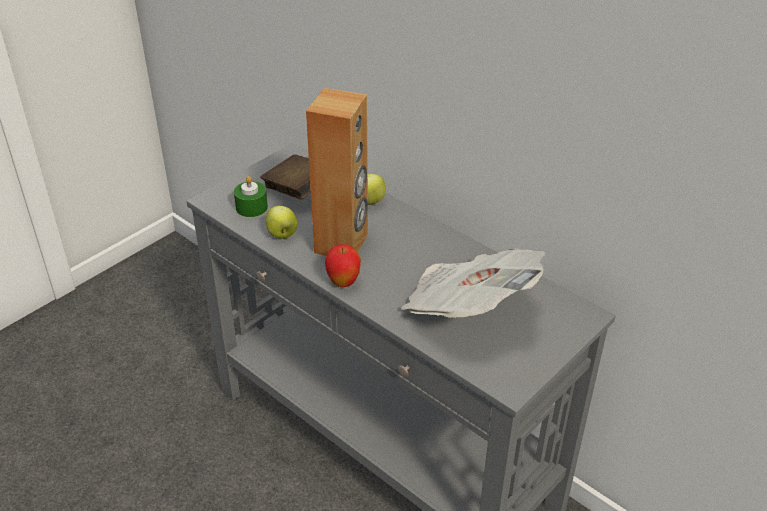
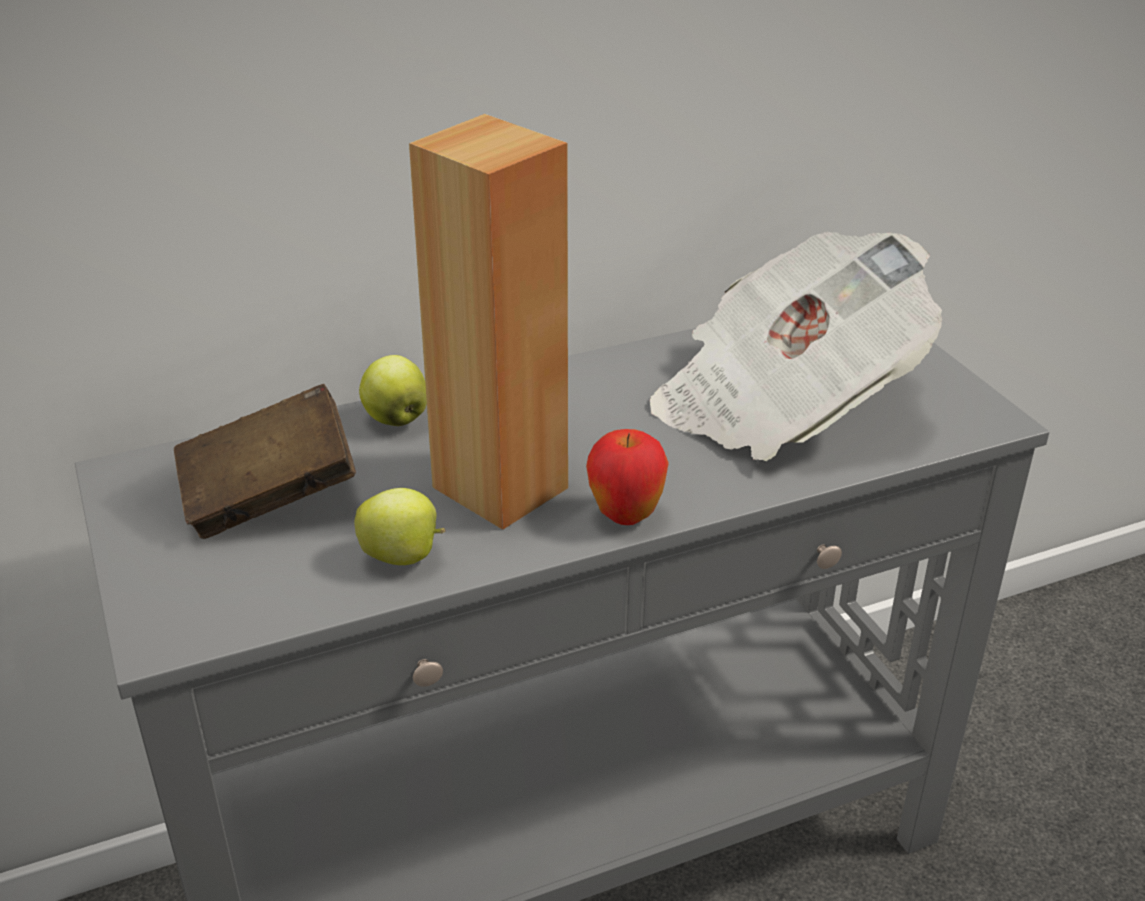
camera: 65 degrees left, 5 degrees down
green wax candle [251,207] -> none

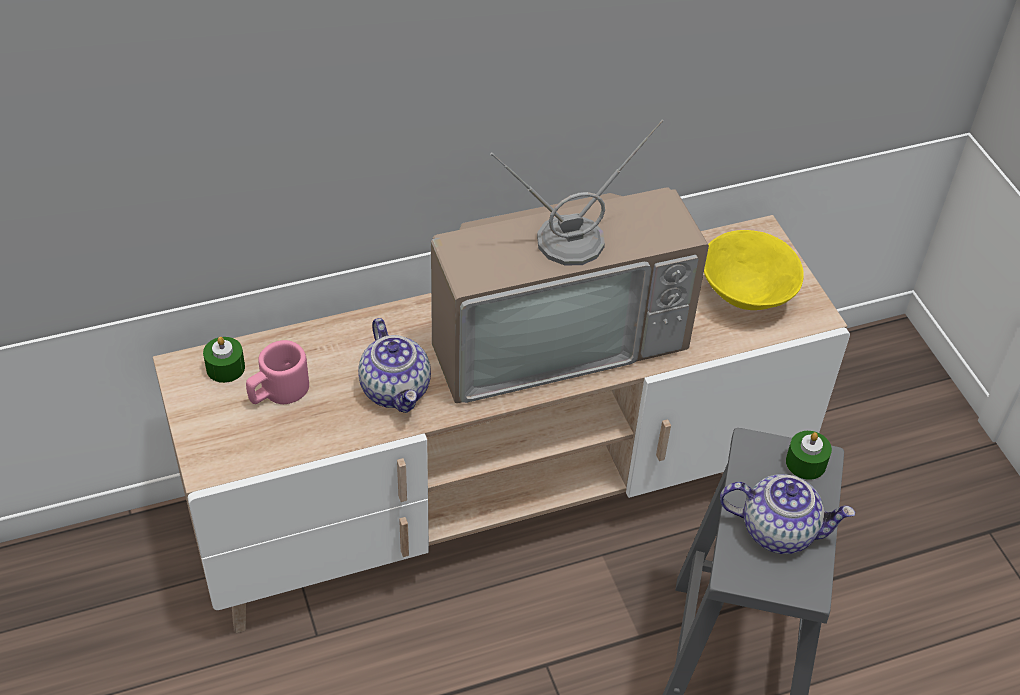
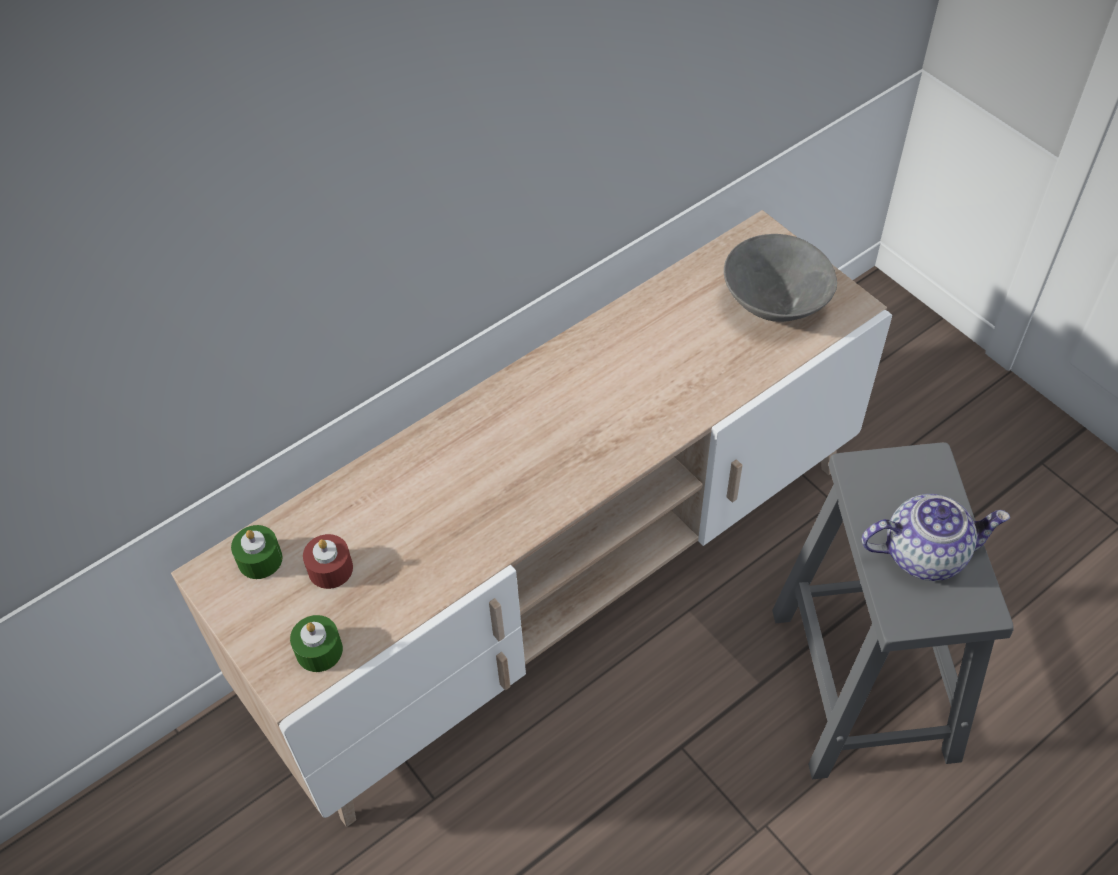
camera: 15 degrees left, 5 degrees up
TV [556,334] -> none
yellow-coloured bowl [746,296] -> greyish bowl [775,306]
teapot [396,389] -> none
pinkish coffee mug [278,392] -> red wax candle [330,569]
green wax candle [806,463] -> green wax candle [319,650], relocated

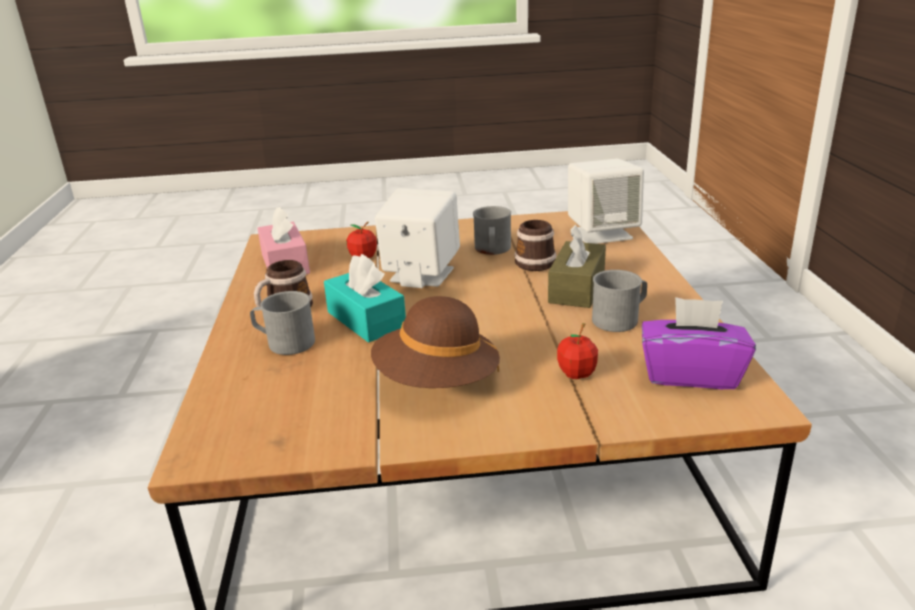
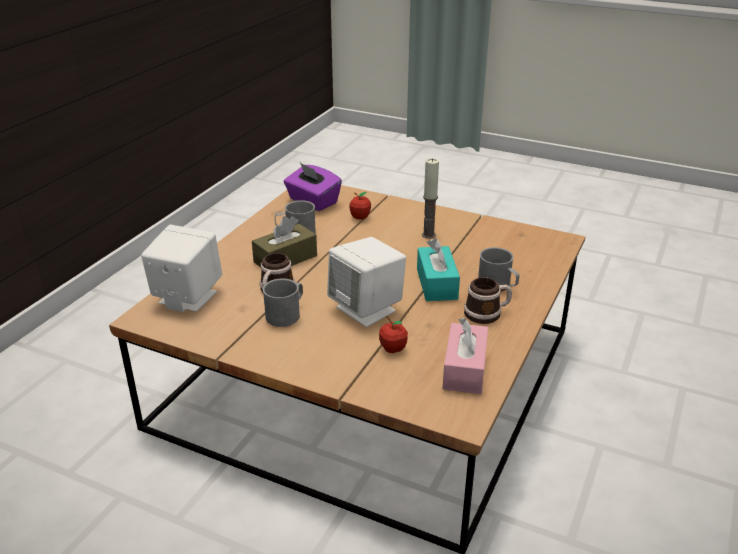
camera: 150 degrees left, 5 degrees up
brownish hat [437,382] -> wax candle [428,235]

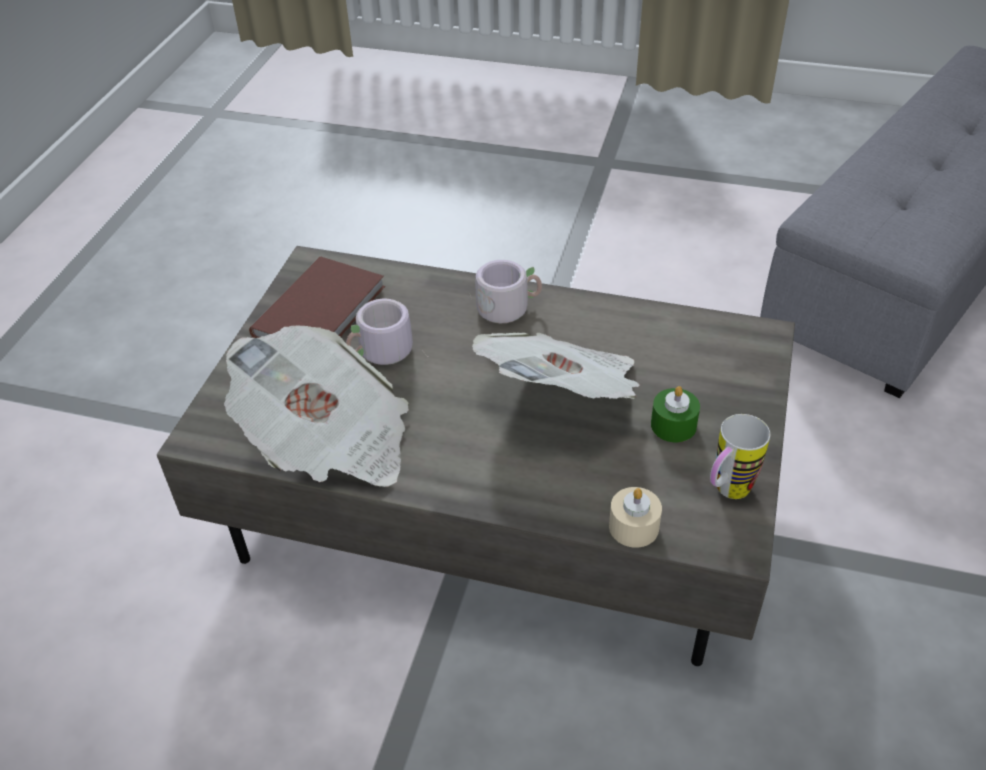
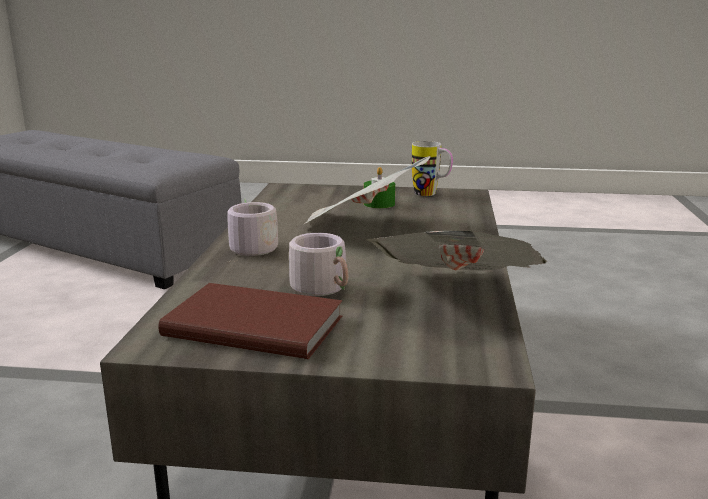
camera: 100 degrees left, 25 degrees down
beige wax candle [633,527] -> none

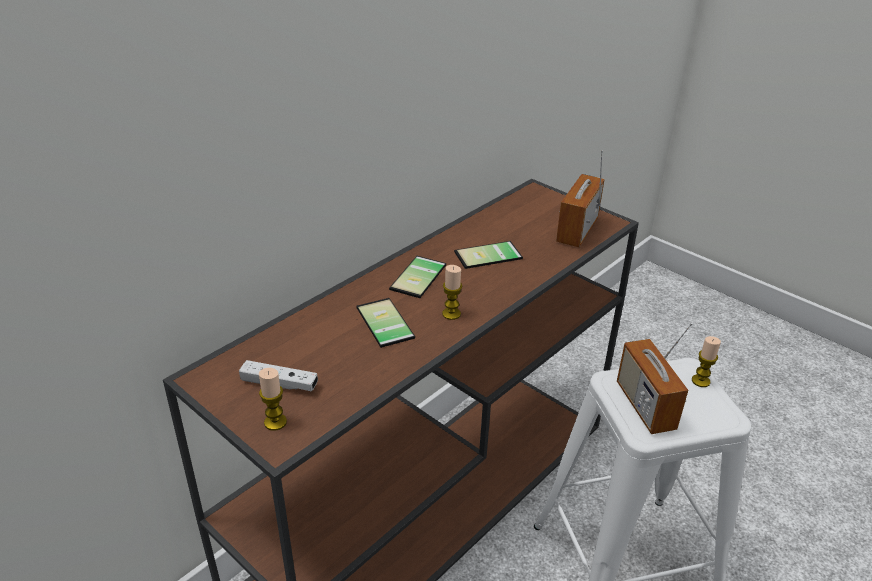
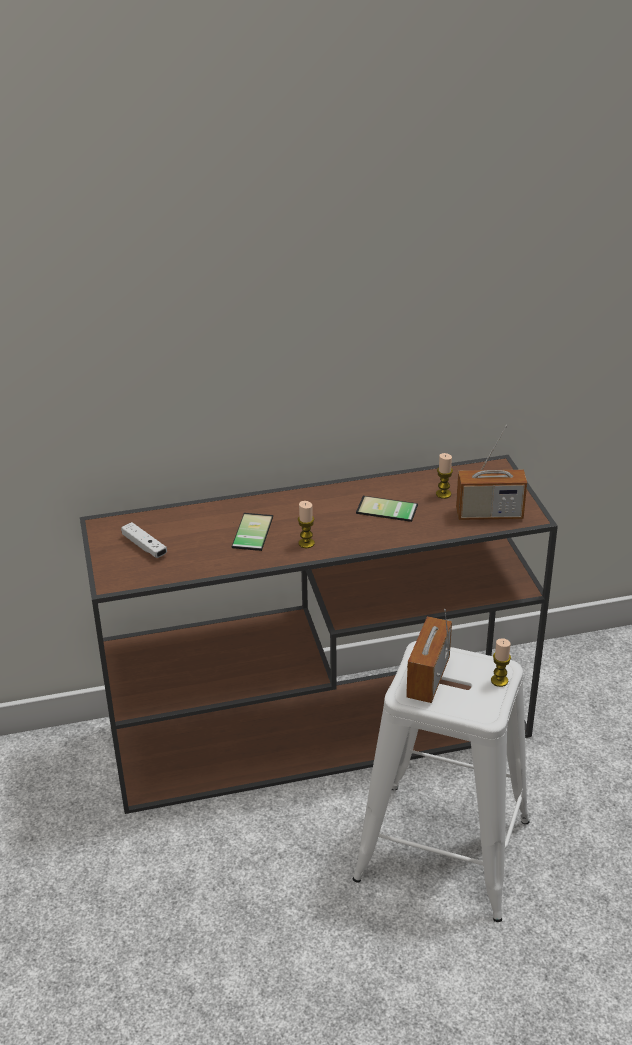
camera: 35 degrees right, 0 degrees up
radio set [577,230] -> radio set [489,514], 150 degrees counterclockwise
telephone [421,278] -> none
wax candle [275,422] -> wax candle [443,494], relocated

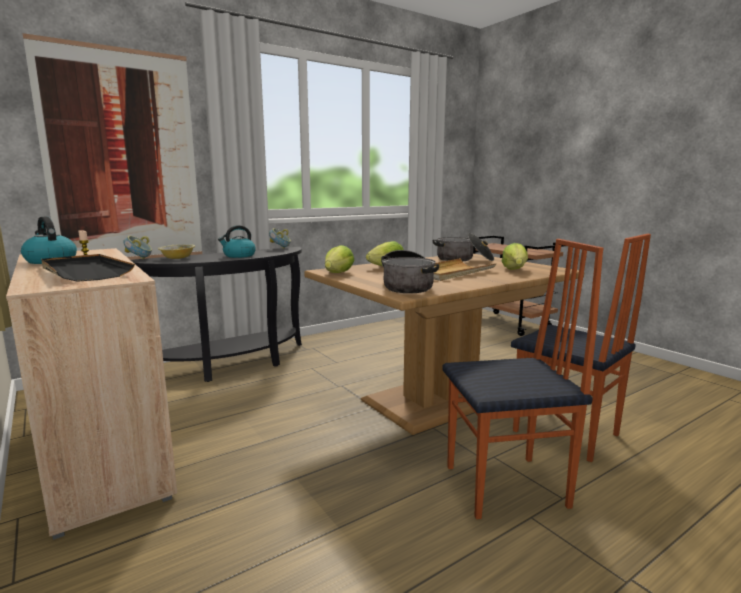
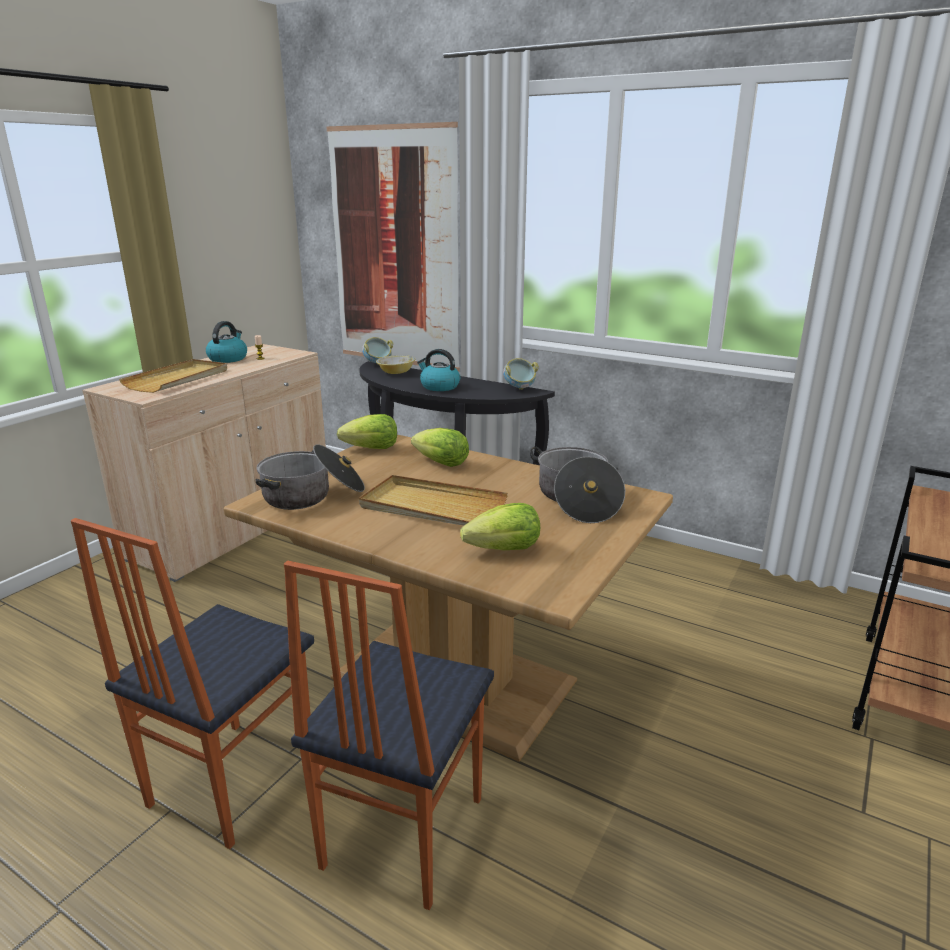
camera: 65 degrees right, 10 degrees up
upright chair [507,487] -> upright chair [230,781], 60 degrees clockwise
black tray [84,271] -> beige tray [178,379]

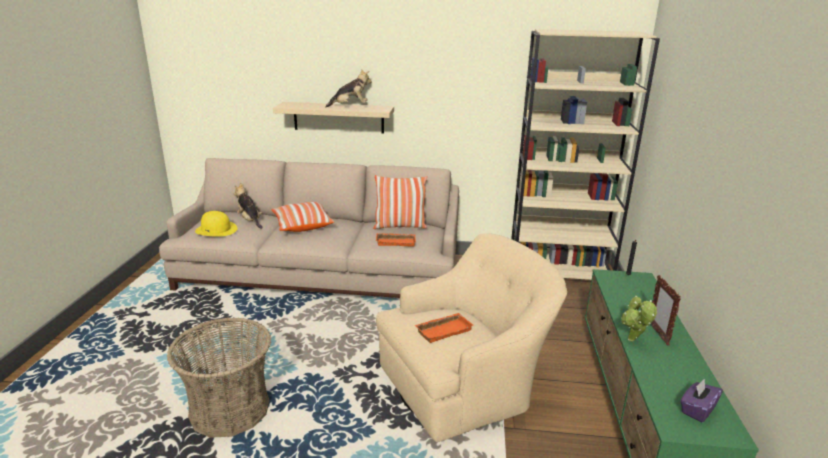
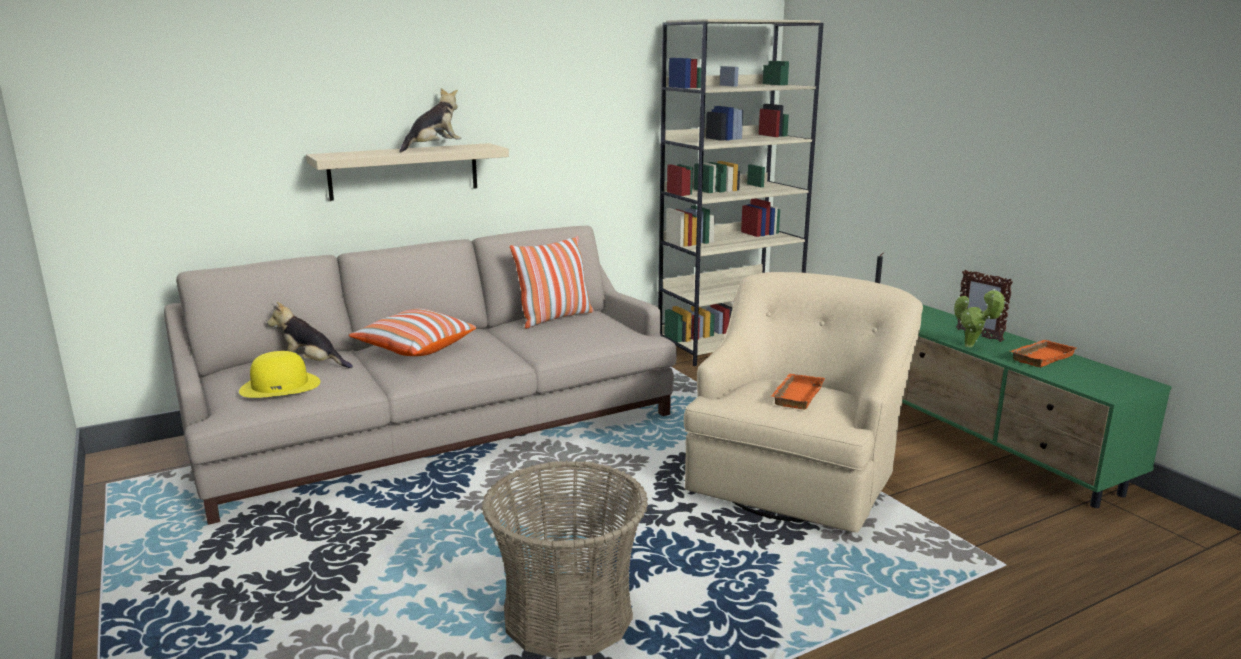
camera: 35 degrees left, 5 degrees down
orangey tray [396,242] -> orangey tray [1040,357], relocated
purple tissue box [697,410] -> none

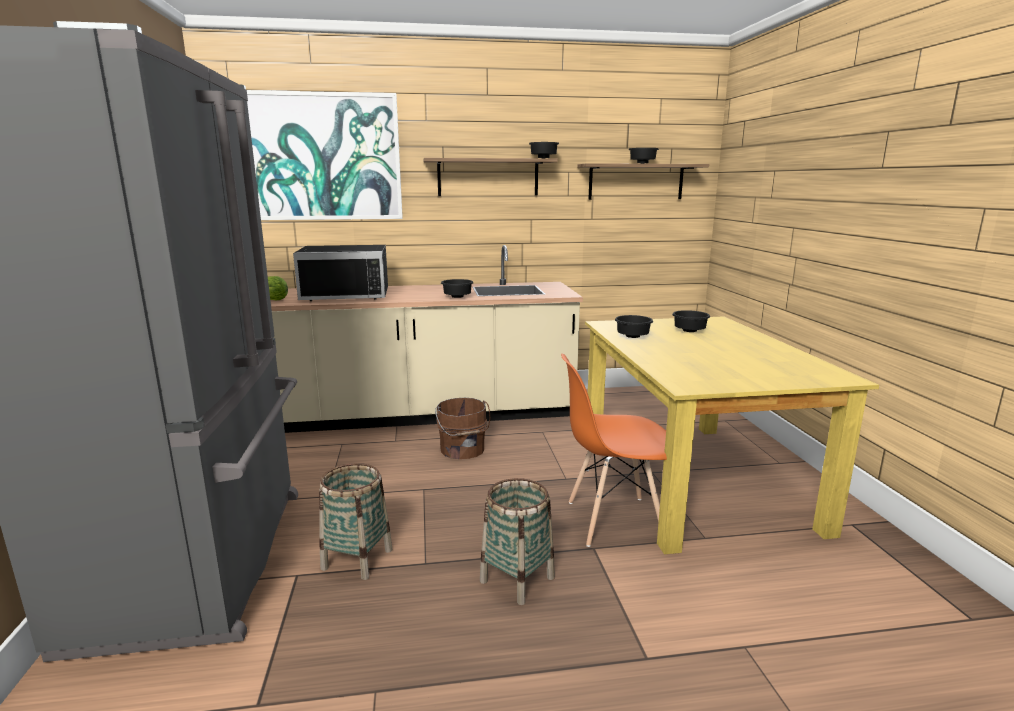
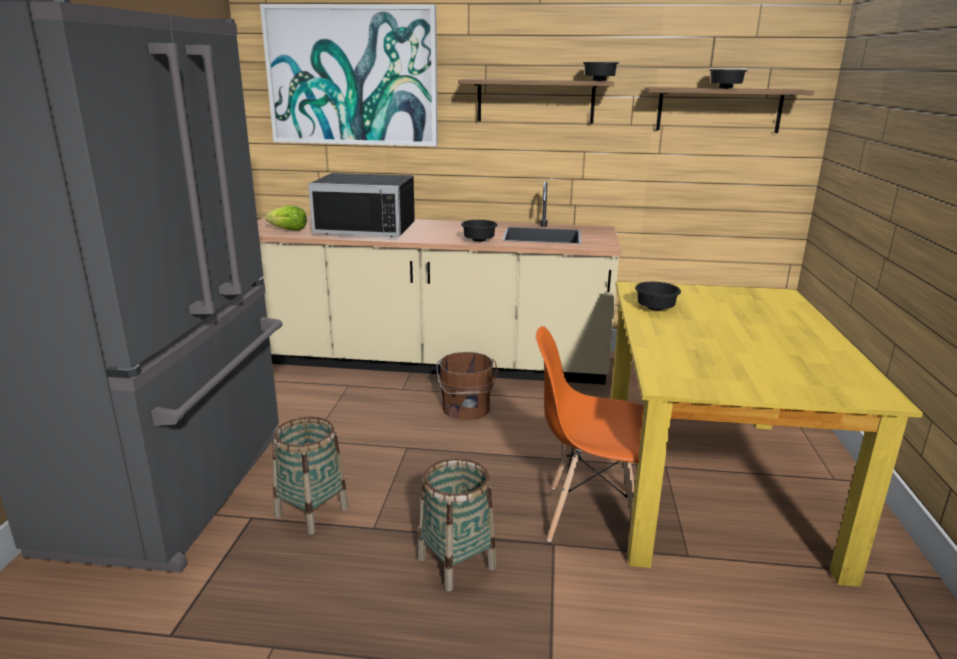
camera: 15 degrees right, 5 degrees up
black bowl [690,331] -> none

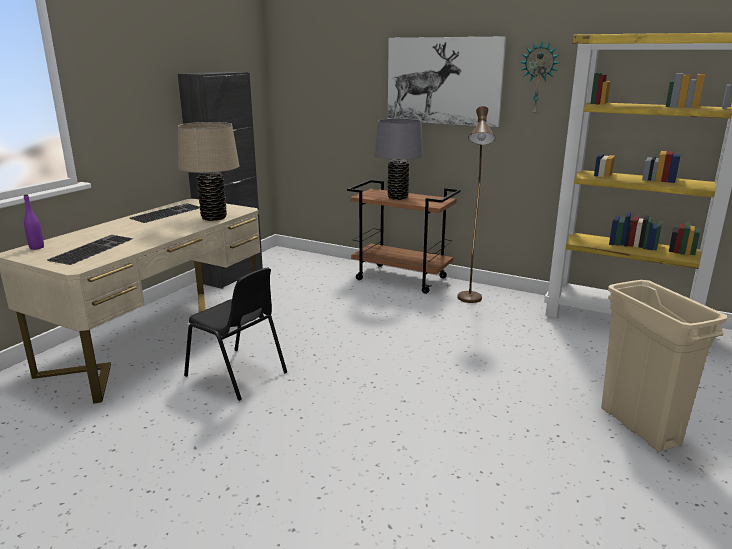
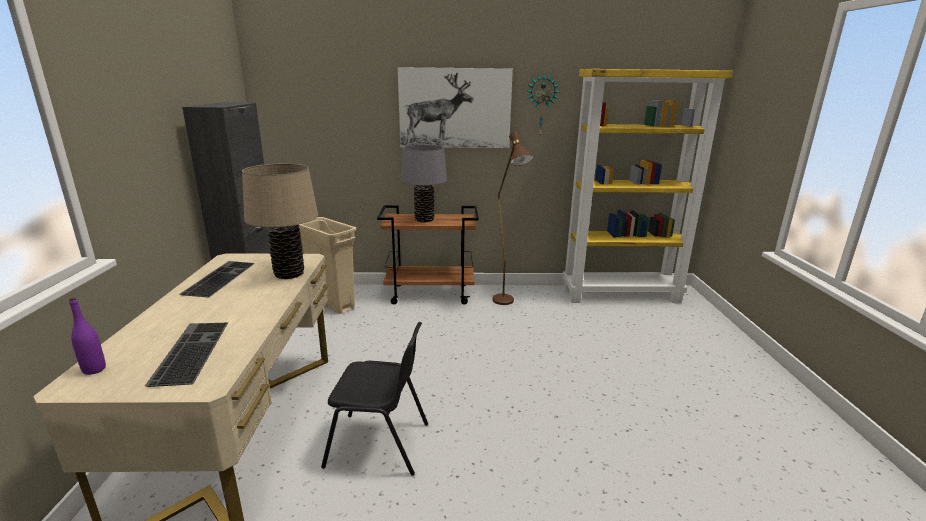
camera: 30 degrees left, 0 degrees up
beige waste bin [640,426] -> beige waste bin [333,304], relocated

